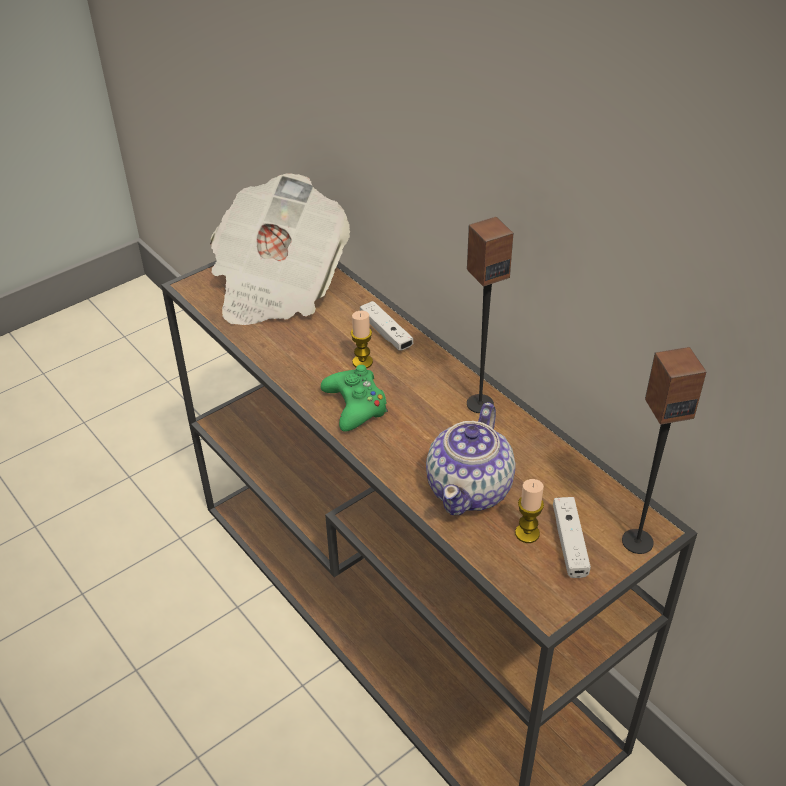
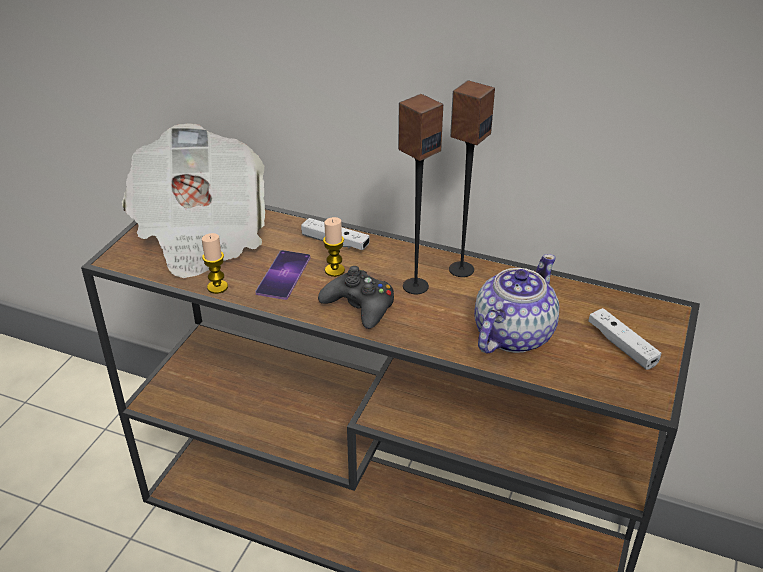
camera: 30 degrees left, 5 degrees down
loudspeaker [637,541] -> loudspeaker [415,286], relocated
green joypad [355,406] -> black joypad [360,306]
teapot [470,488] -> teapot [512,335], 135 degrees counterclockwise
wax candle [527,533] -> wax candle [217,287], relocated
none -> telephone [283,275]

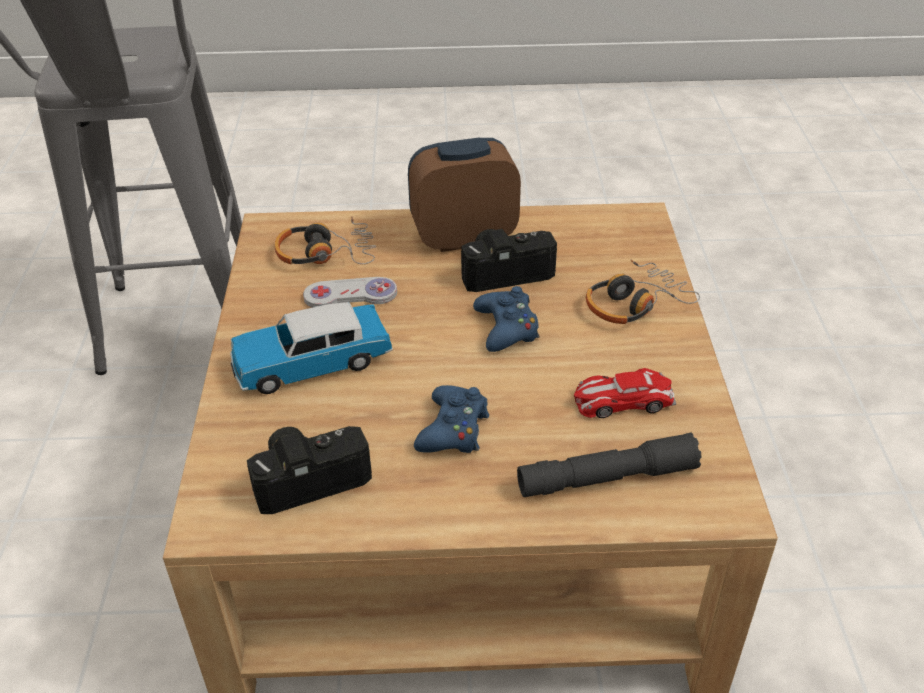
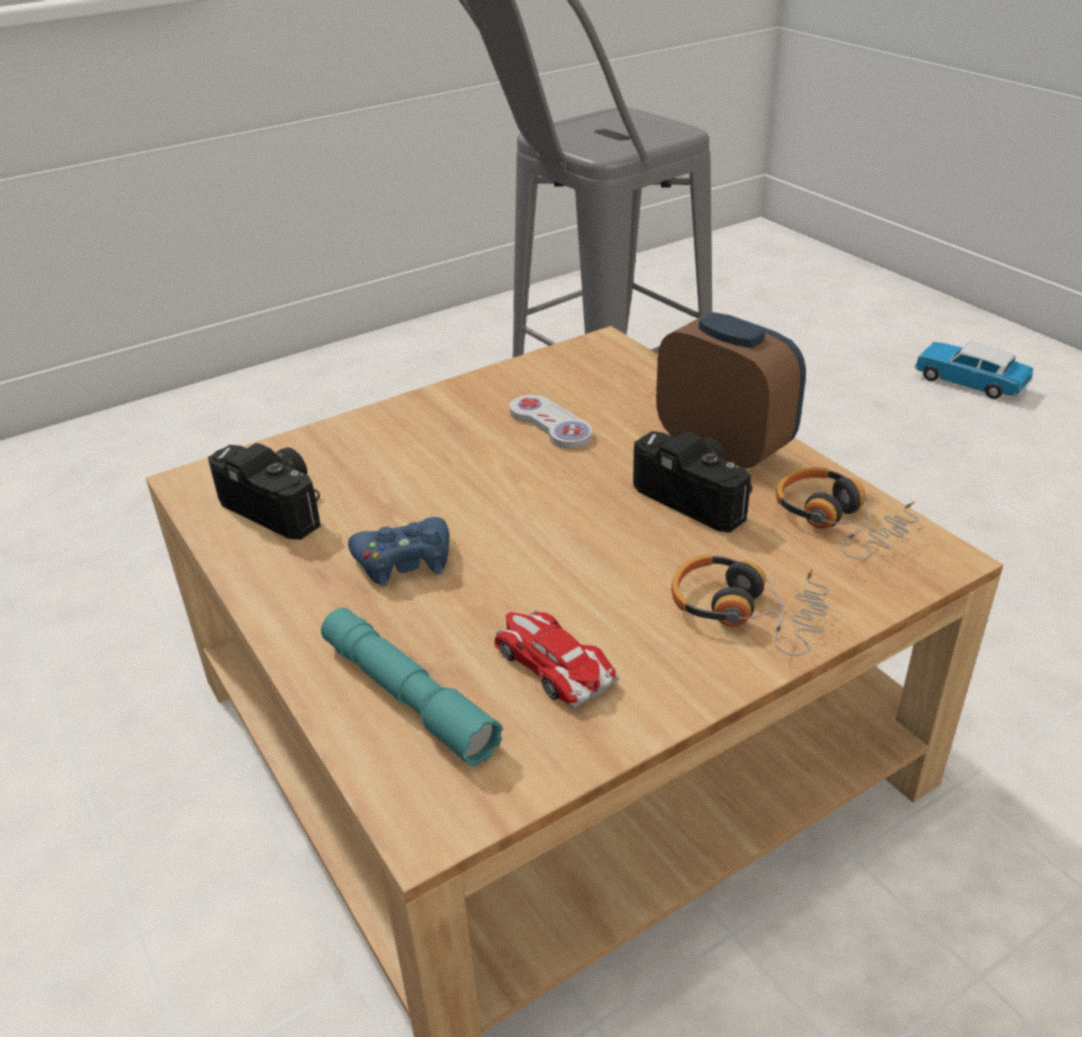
camera: 60 degrees right, 5 degrees down
headphones [326,253] -> headphones [840,522], relocated
bluish joypad [507,328] -> none
miniature car [312,363] -> miniature car [969,382], relocated
greyish hand torch [607,478] -> turquoise hand torch [407,697]

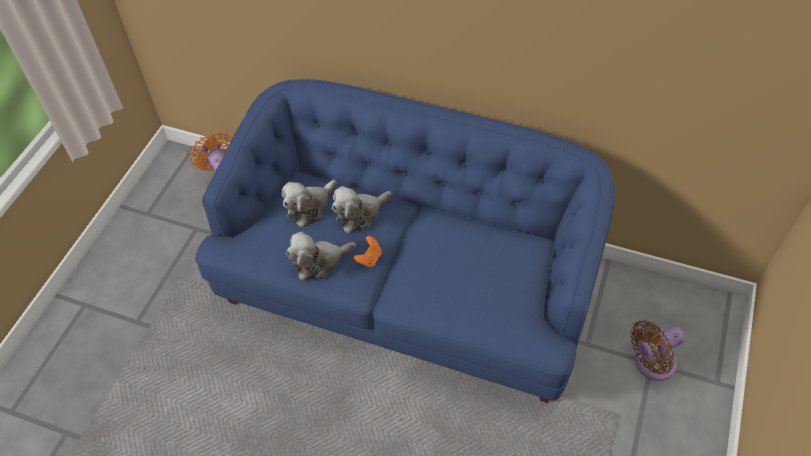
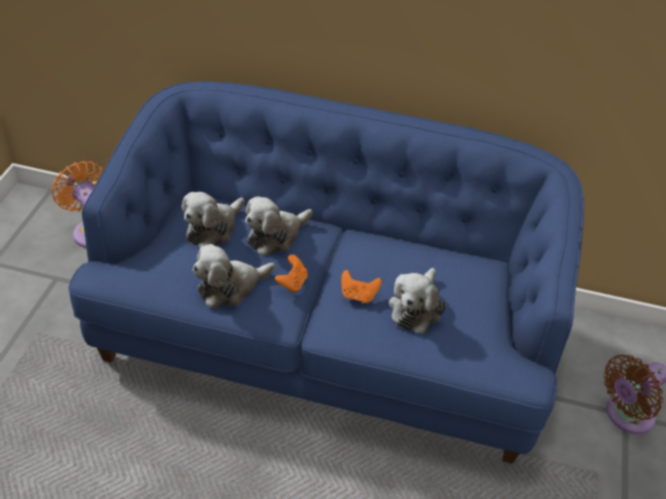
camera: 10 degrees left, 10 degrees down
none -> soft toy [416,308]
none -> orangey joypad [358,296]

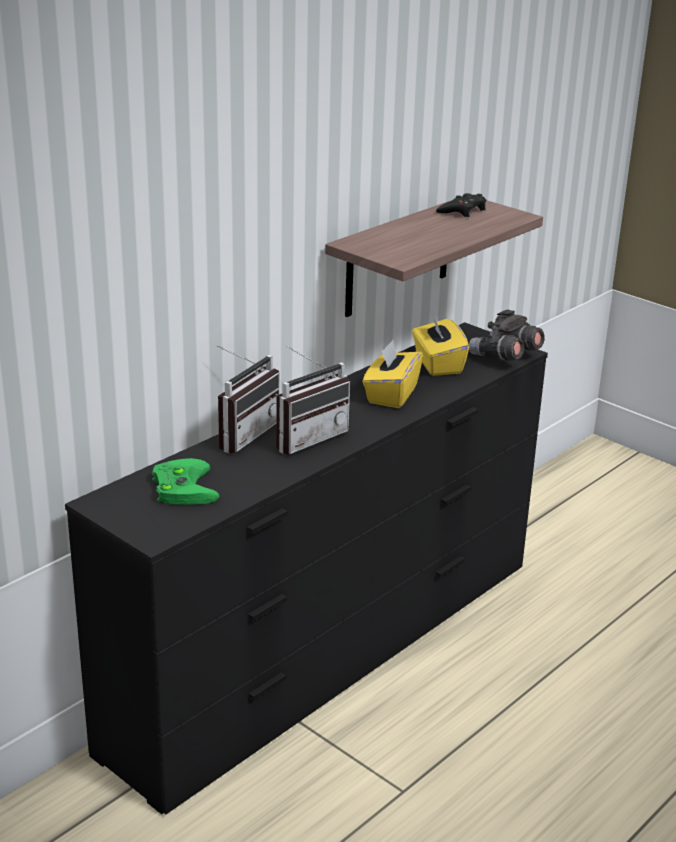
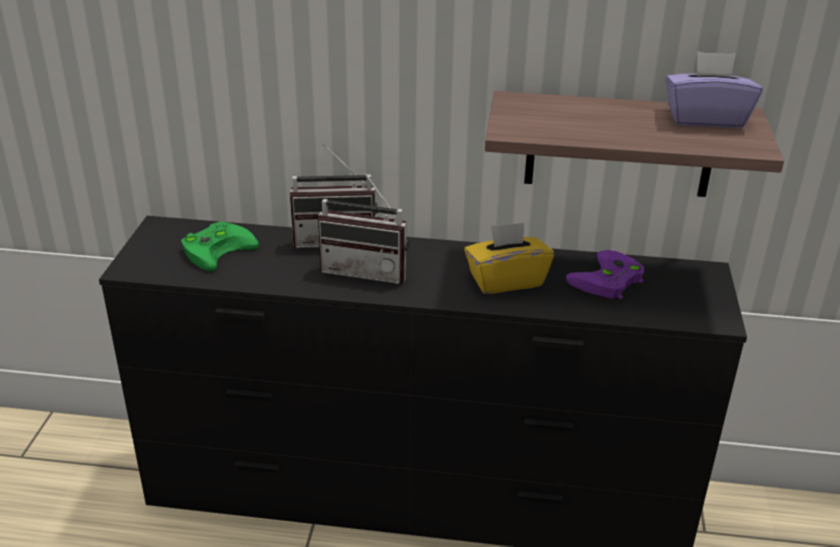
camera: 55 degrees right, 5 degrees up
black joypad [462,211] -> purple tissue box [705,118]
greyish pair of binoculars [505,357] -> none
yellow-coloured tissue box [437,364] -> purple joypad [607,281]

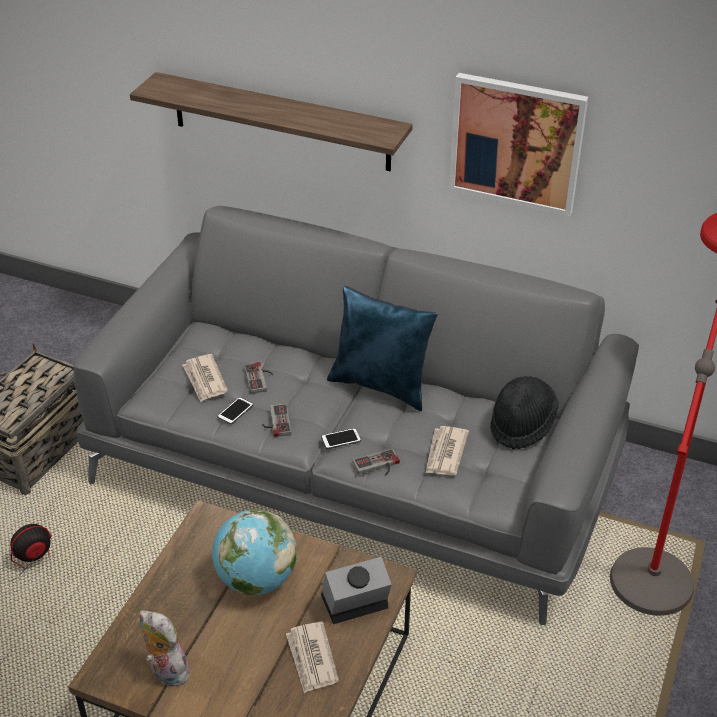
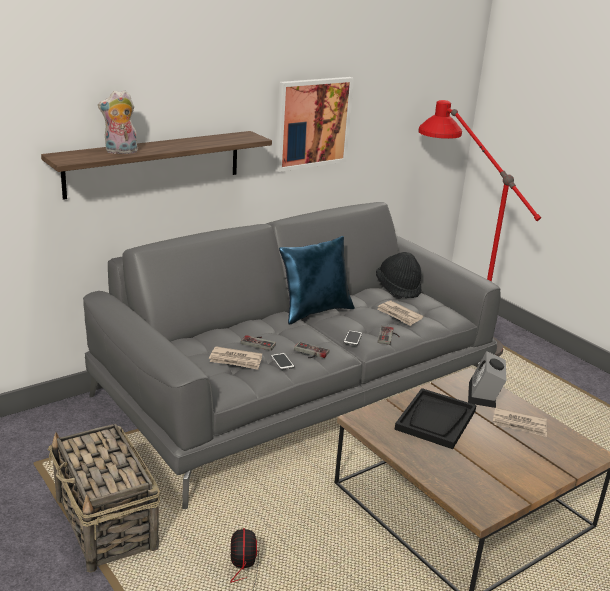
camera: 60 degrees left, 15 degrees down
globe [256,579] -> black tray [436,420]
soft toy [165,671] -> soft toy [120,152], relocated

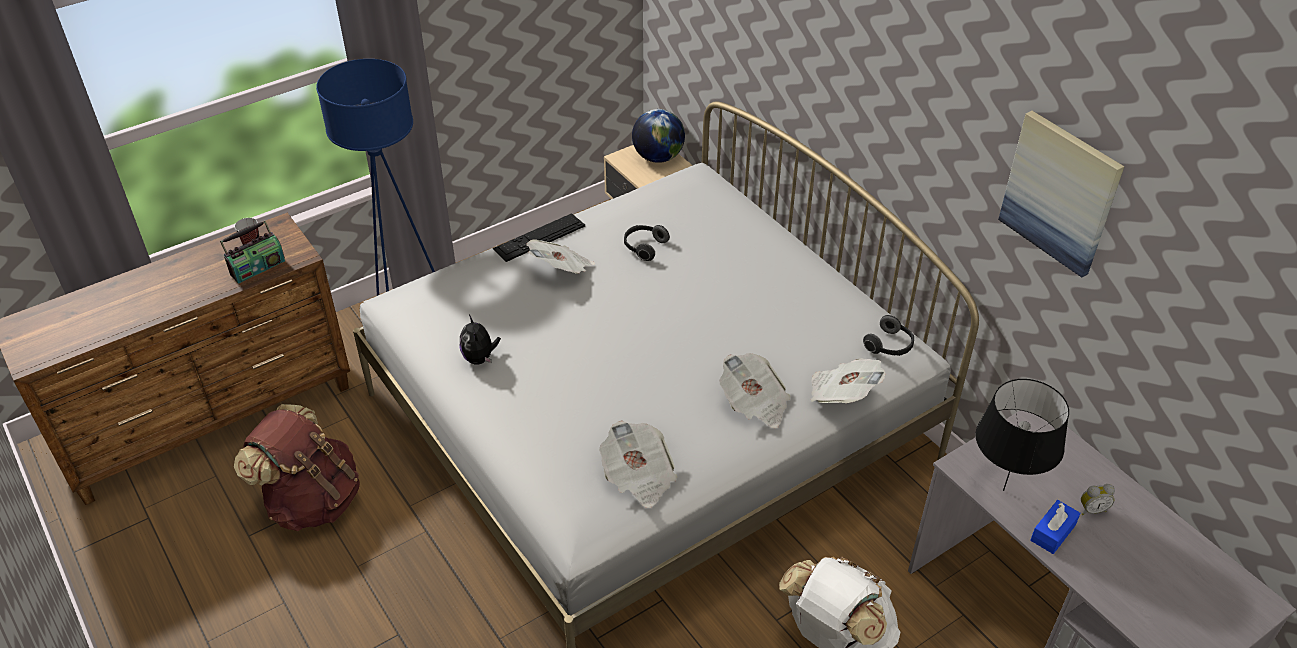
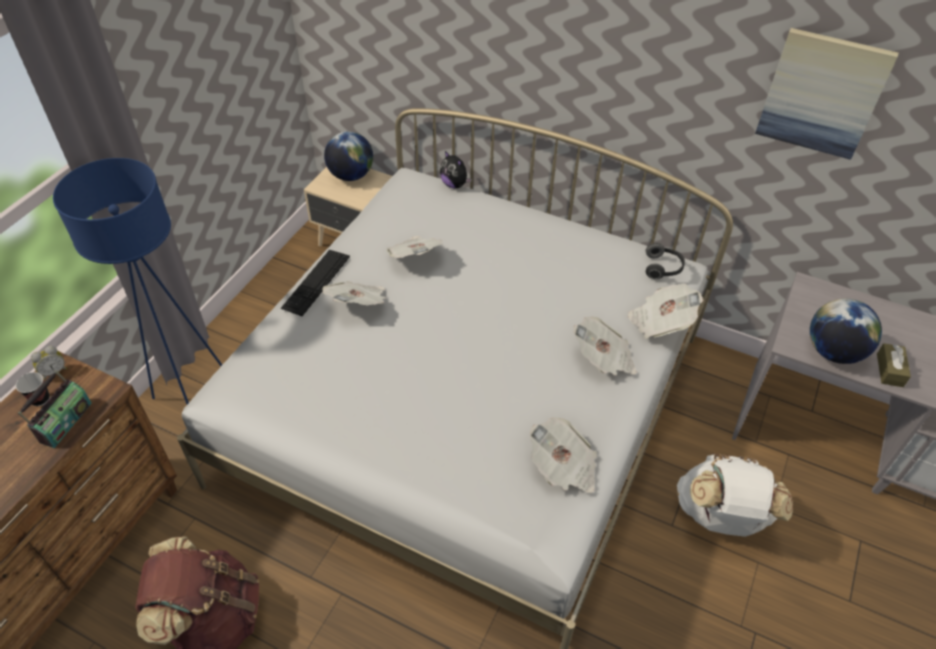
camera: 30 degrees left, 5 degrees up
headphones [644,247] -> newspaper [414,257]
soft toy [480,358] -> soft toy [454,184], relocated
black tabletop lamp [1003,490] -> globe [833,351]
alarm clock [1091,509] -> alarm clock [54,371], relocated
bluish tissue box [1052,533] -> brownish tissue box [889,370]

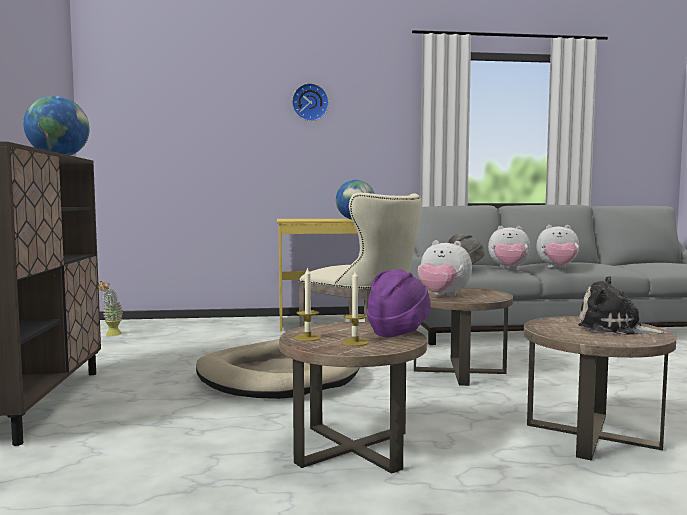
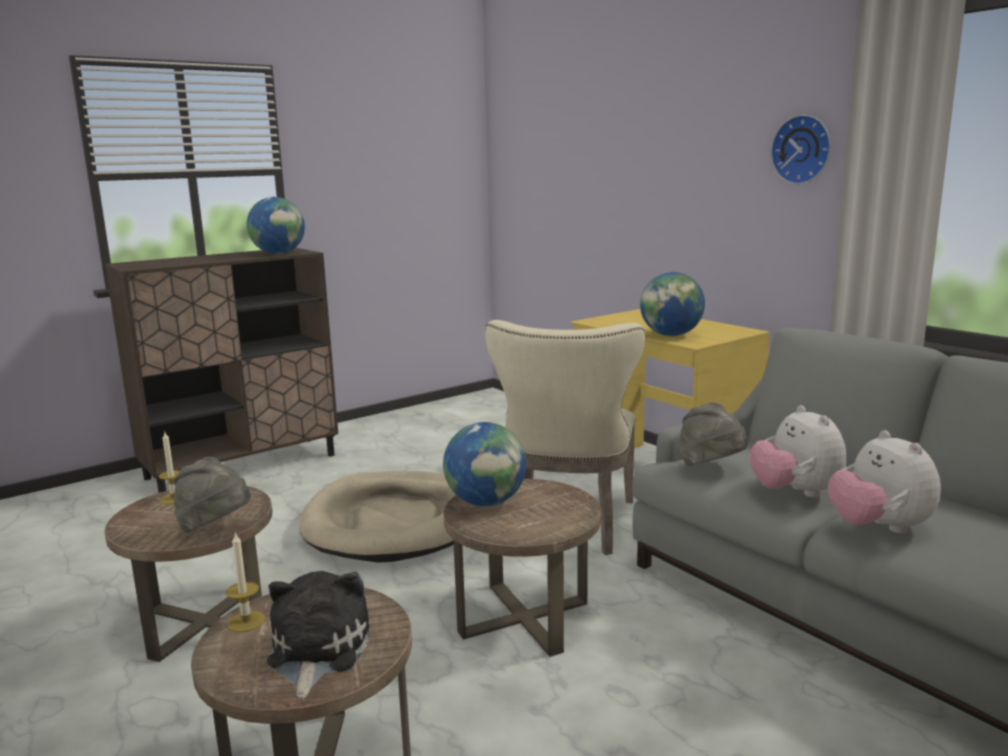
camera: 60 degrees right, 10 degrees up
hanging clock [310,102] -> hanging clock [803,149], relocated
soft toy [442,296] -> globe [486,502]
purple hat [398,333] -> greyish hat [216,528]
wax candle [355,342] -> wax candle [246,621], relocated
houseplant [111,335] -> none

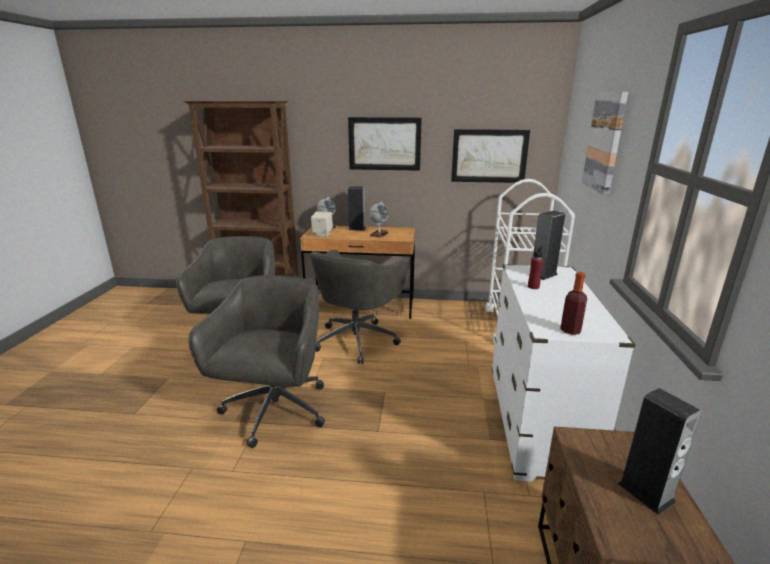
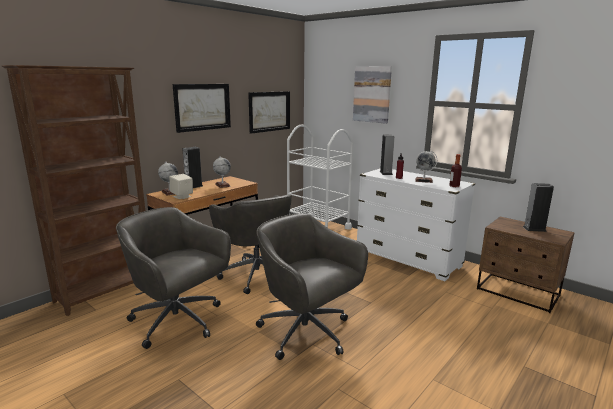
camera: 55 degrees left, 5 degrees down
none -> globe [424,180]

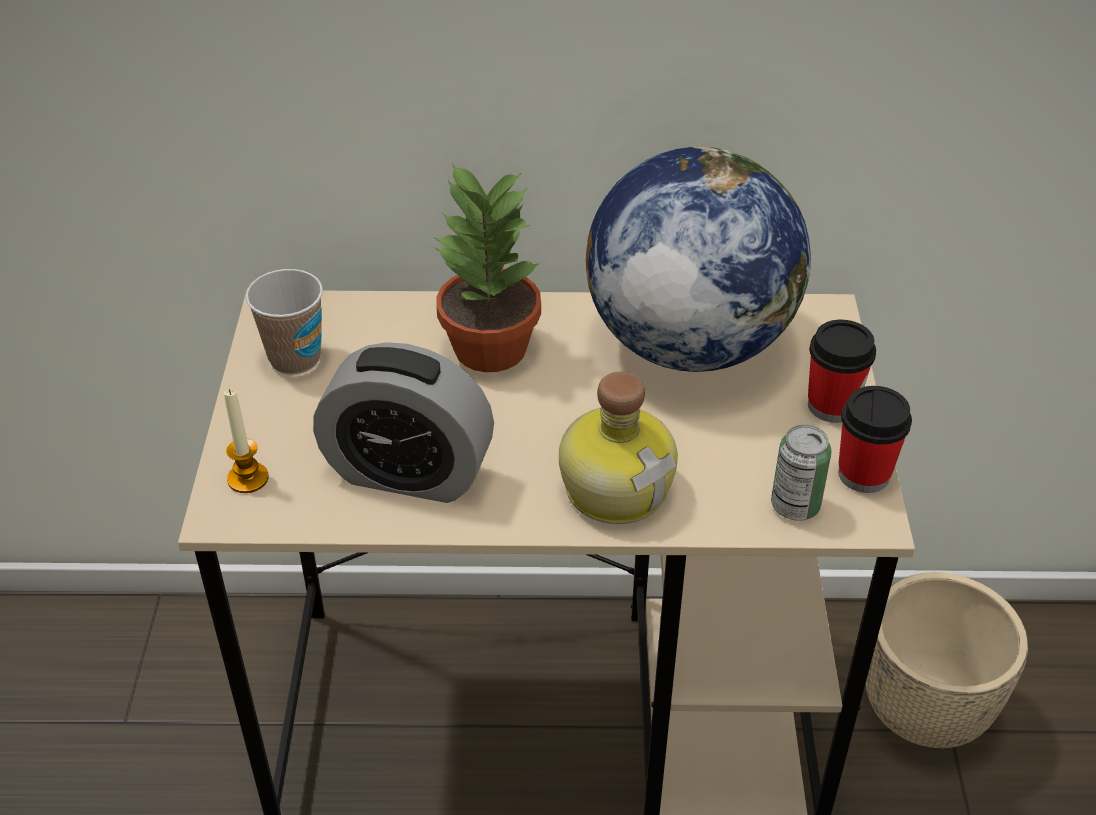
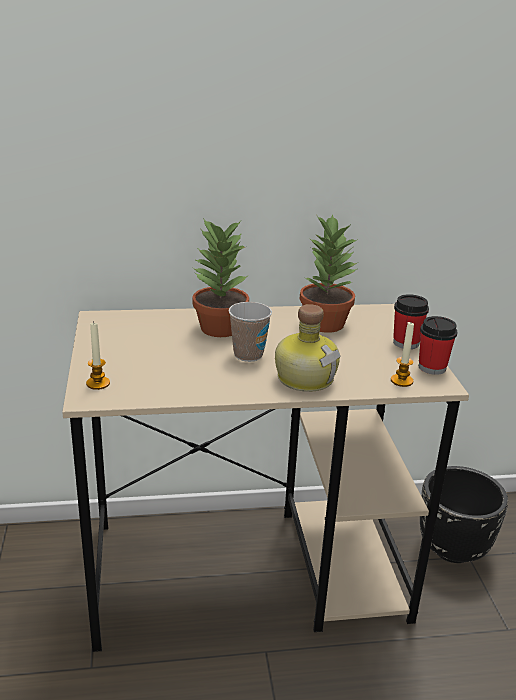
camera: 10 degrees left, 15 degrees down
globe [687,344] -> houseplant [324,323]
small cup [295,359] -> small cup [248,355], relocated
alarm clock [408,473] -> none
sealed can [795,506] -> wax candle [401,381]
beige plant pot [922,711] -> black plant pot [451,548]

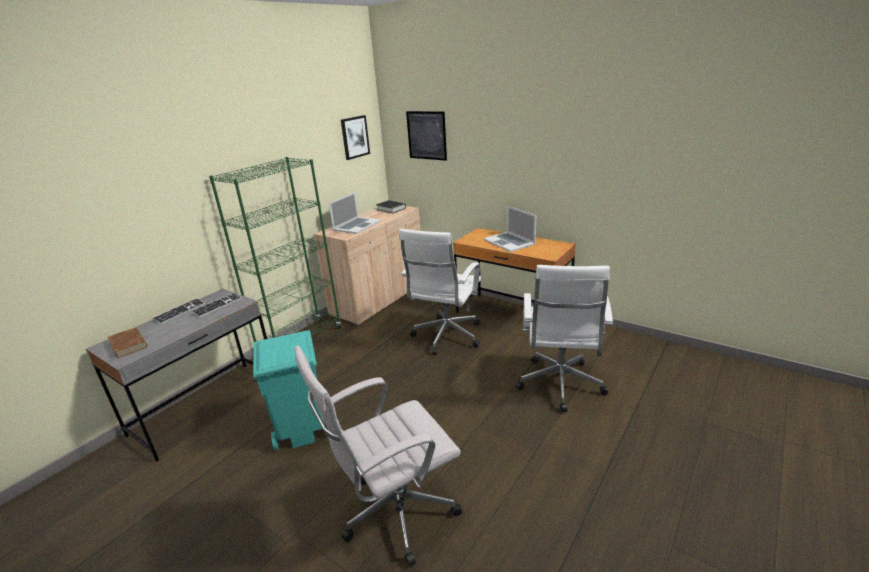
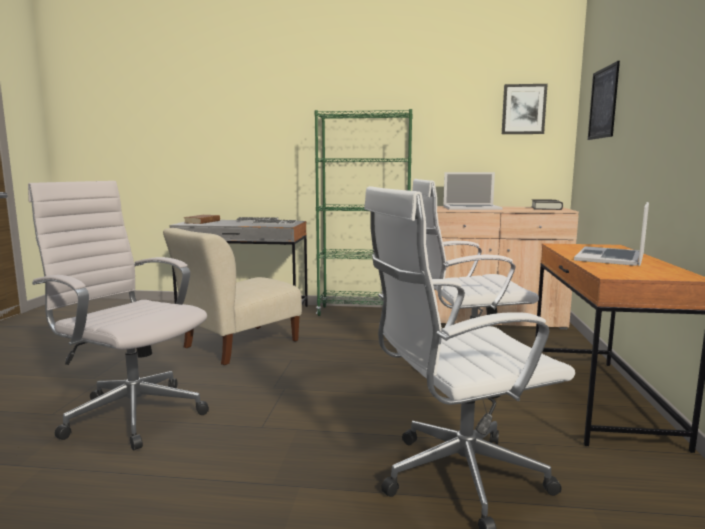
camera: 60 degrees right, 15 degrees down
turquoise waste bin [301,428] -> beige upright chair [237,345]

